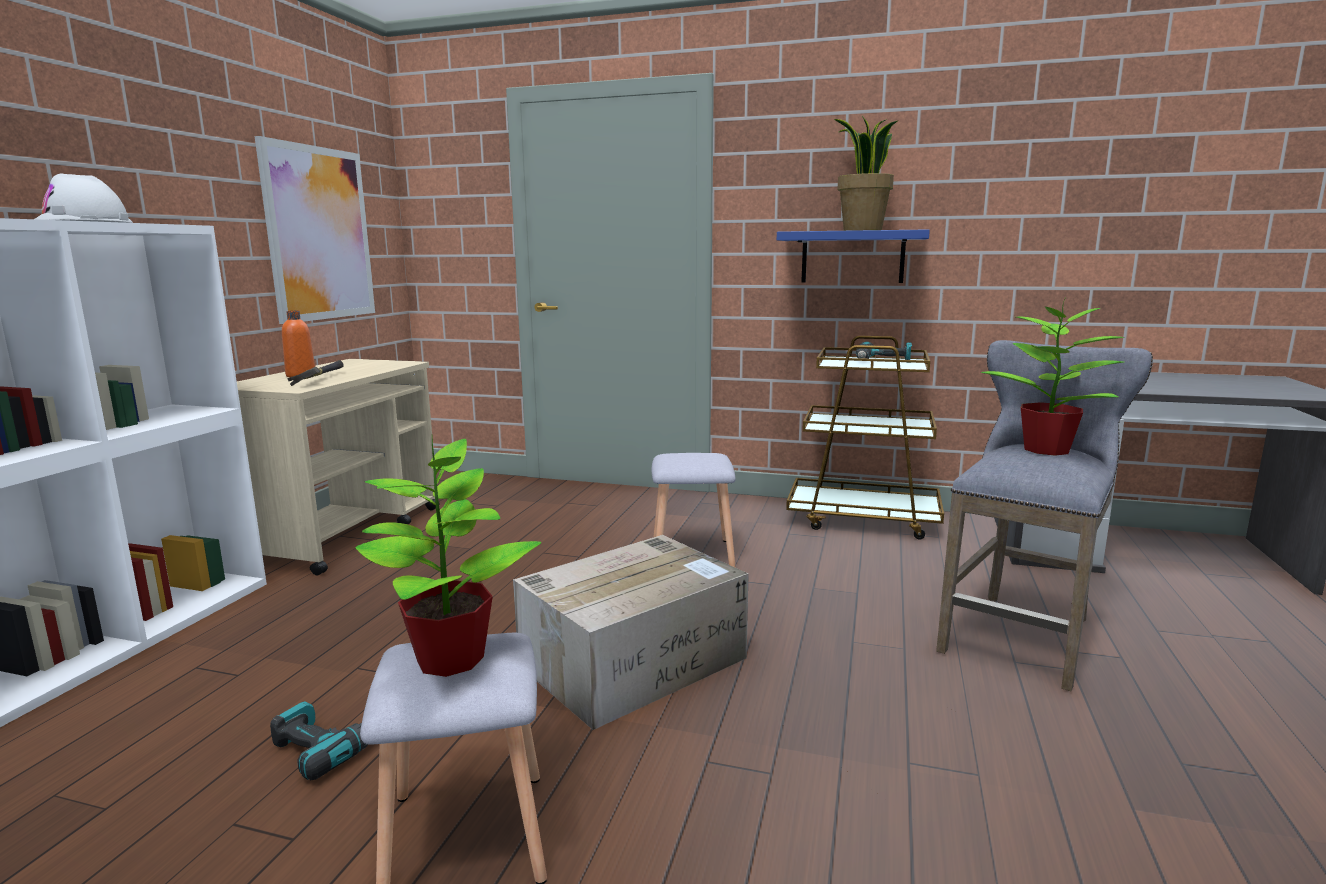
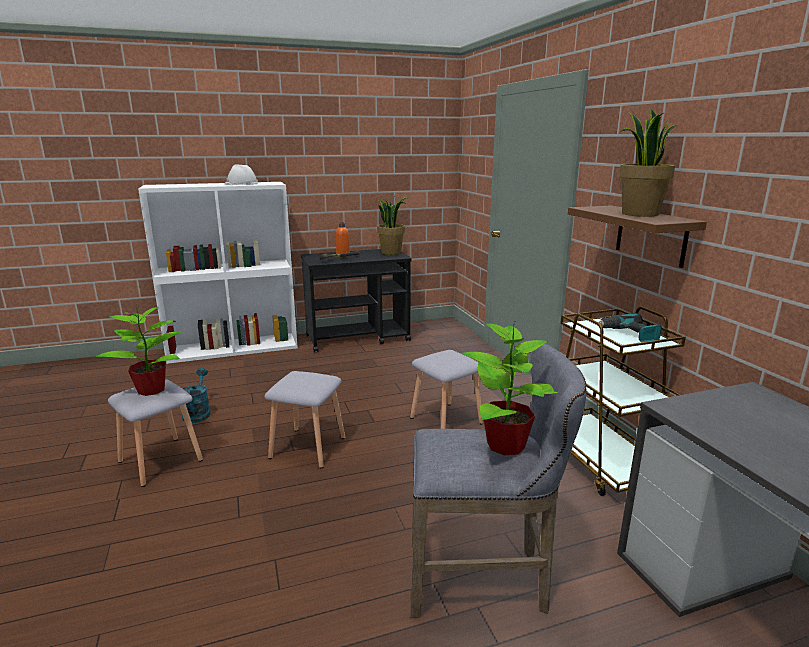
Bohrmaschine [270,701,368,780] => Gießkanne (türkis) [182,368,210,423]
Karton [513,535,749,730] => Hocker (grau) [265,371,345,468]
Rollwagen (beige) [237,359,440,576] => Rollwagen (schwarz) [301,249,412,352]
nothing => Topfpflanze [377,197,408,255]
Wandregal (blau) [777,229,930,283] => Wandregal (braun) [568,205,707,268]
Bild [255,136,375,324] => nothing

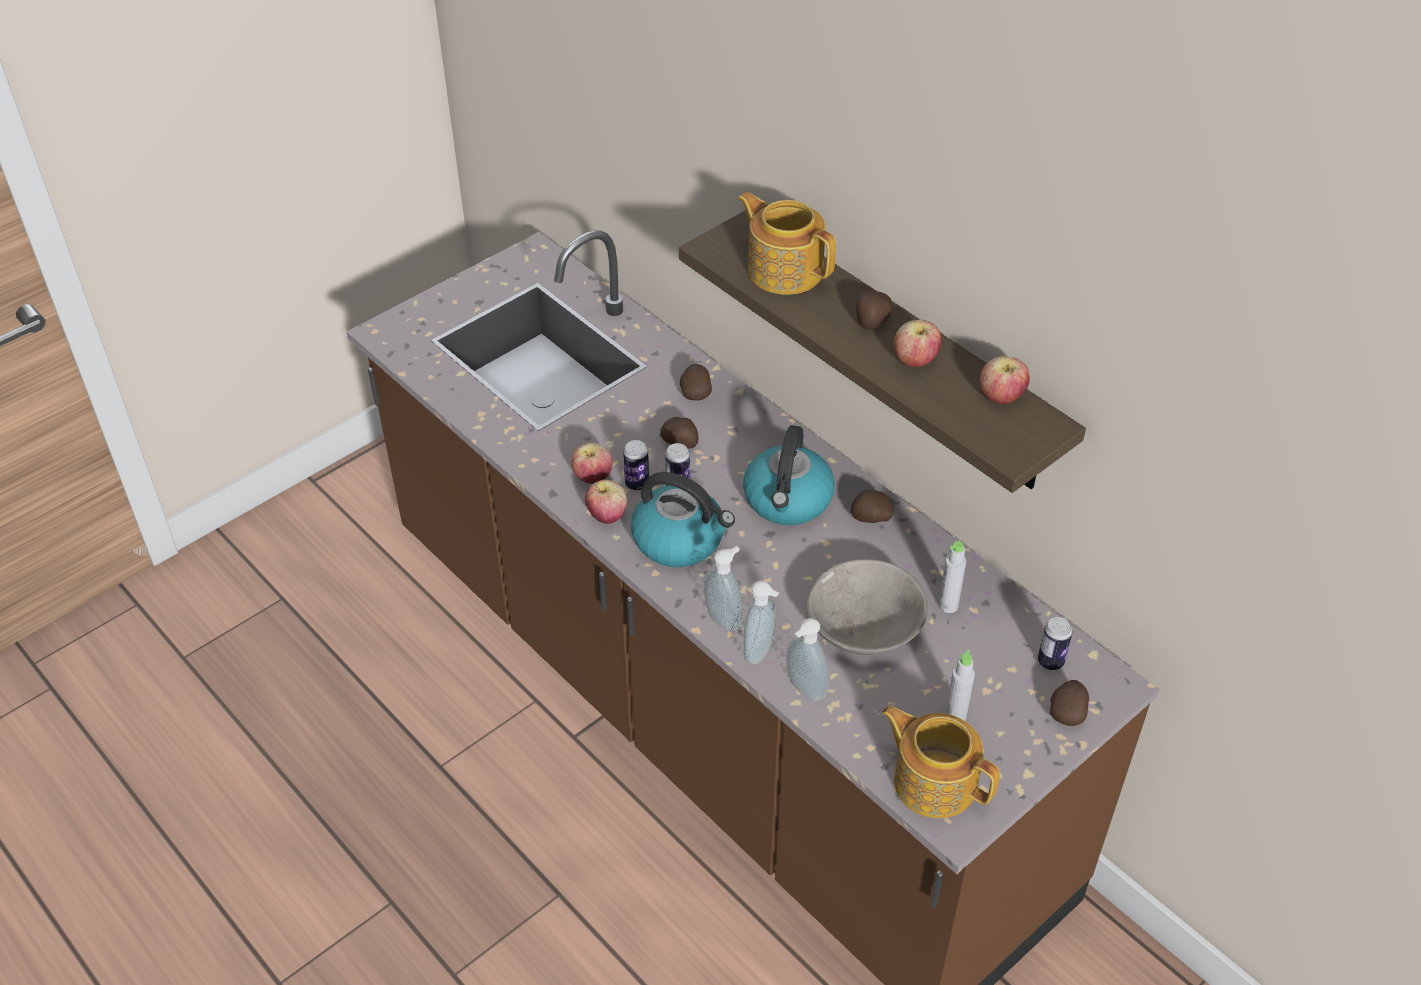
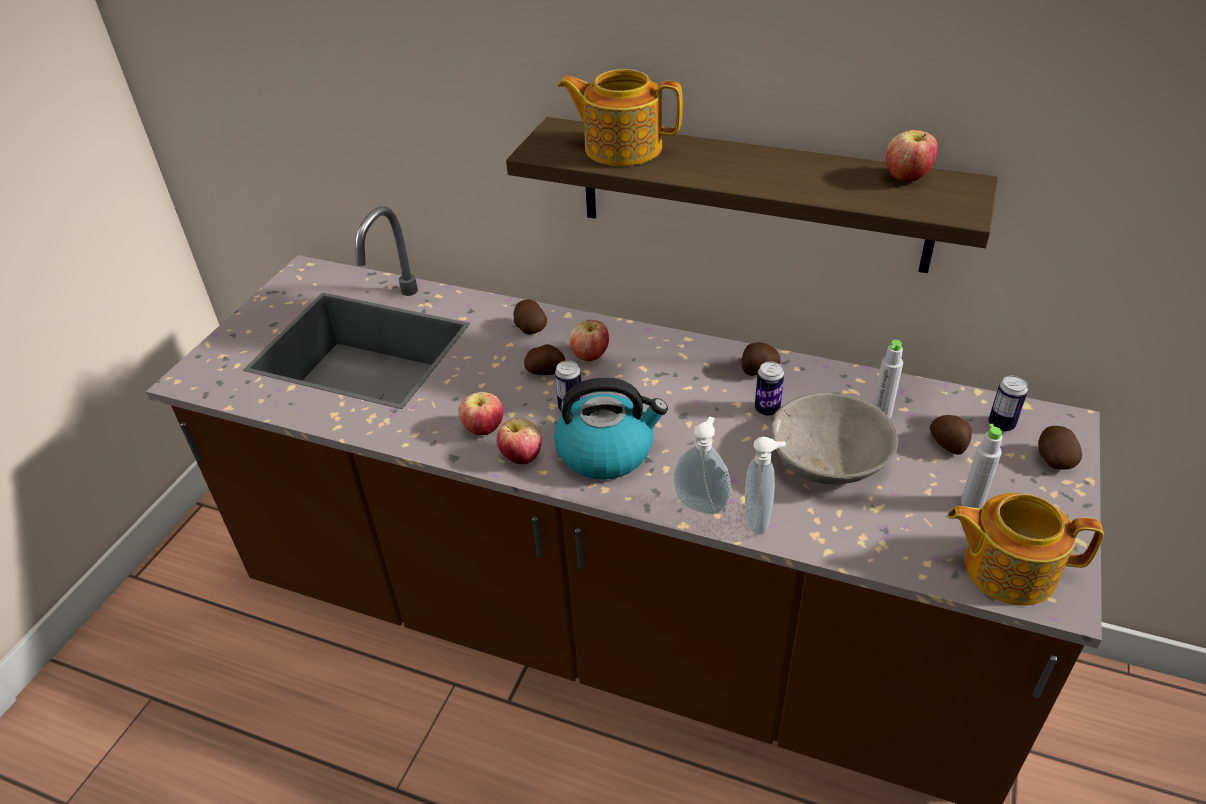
Apfel [894,319,942,367] => Apfel [570,320,609,361], moved
Dose [623,440,649,491] => Dose [755,361,784,416], moved
Kartoffel [856,290,892,330] => Kartoffel [930,415,972,455], moved
Wasserkessel [743,425,835,525] => nothing
Seifenspender [786,618,829,702] => nothing

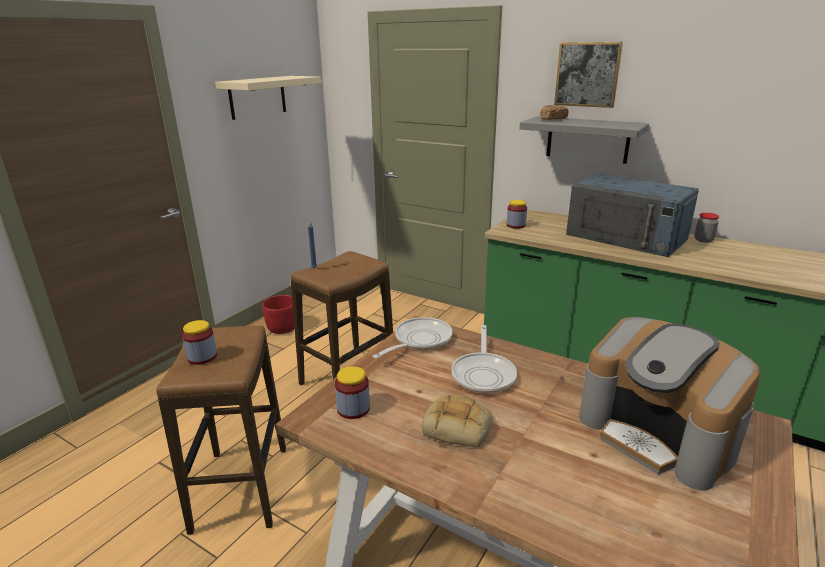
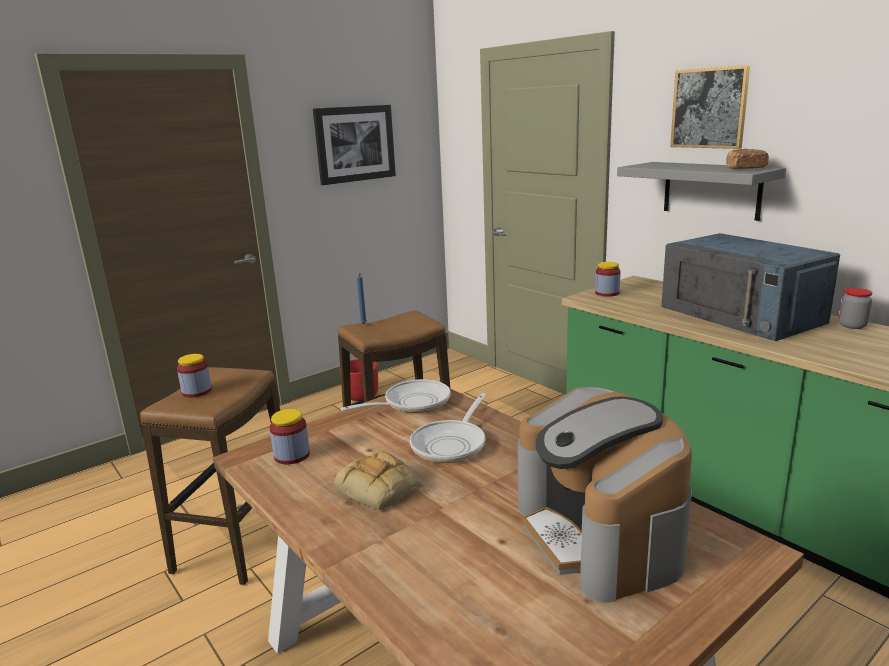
Wandregal (beige) [215,76,322,120] => Bild [313,105,396,185]
Brot [540,105,568,120] => Brot [726,149,769,169], moved

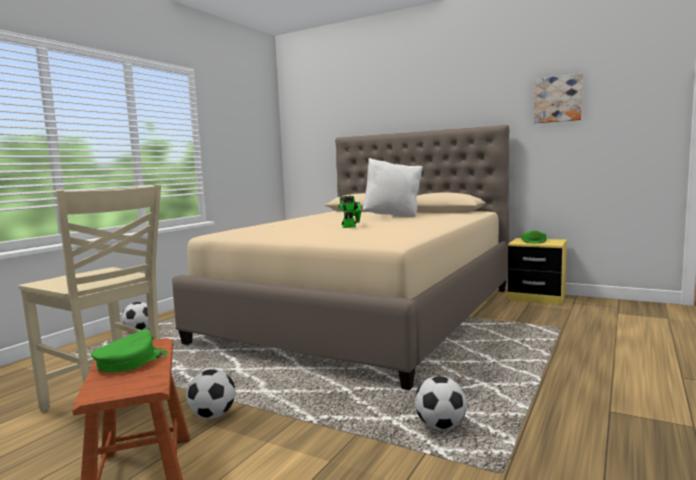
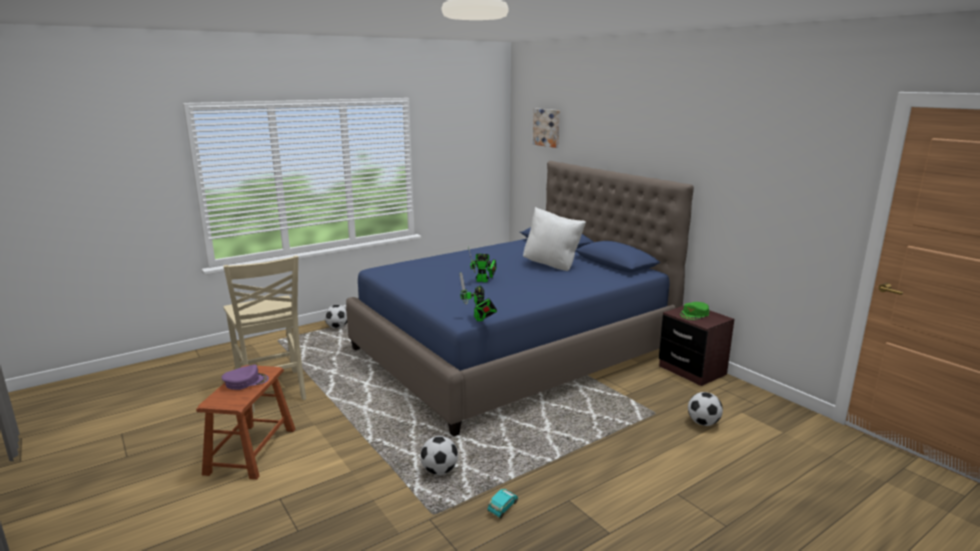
Kappe (grün) [91,329,168,372] => Kappe (lila) [222,364,269,390]
Bett (beige) [172,125,509,390] => Bett (blau) [346,161,694,437]
nothing => Spielzeugroboter [460,272,497,322]
nothing => Spielzeugauto (türkis) [487,489,518,519]
Bild [534,73,583,123] => Bild [533,109,560,148], moved
Nachttisch (gelb) [508,238,567,305] => Nachttisch (braun) [659,306,734,386]
Fußball [186,369,236,419] => Fußball [688,392,723,426], moved

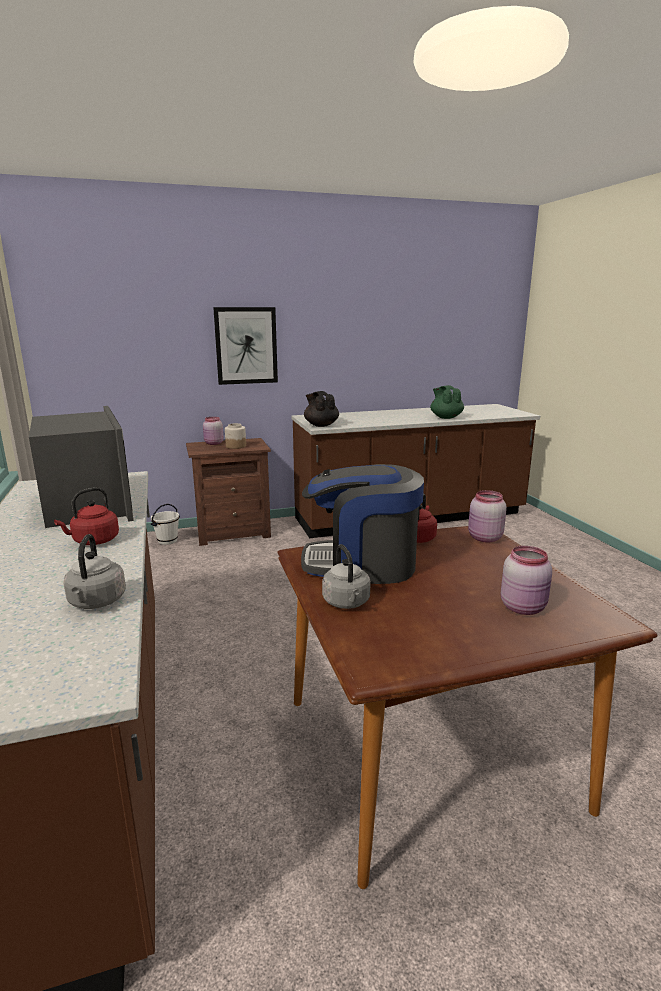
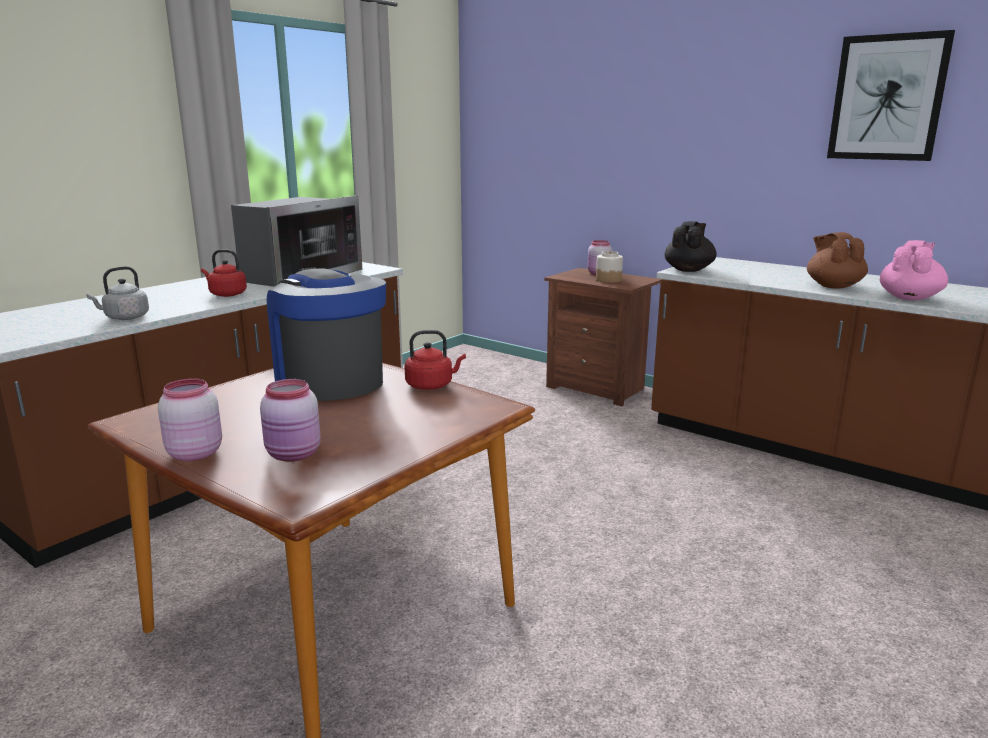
Vorratsglas (rosa) [468,490,507,543] => Vorratsglas (rosa) [158,379,222,461], moved
nothing => Teekanne (braun) [807,232,868,289]
Bild [213,307,278,385] => Bild [827,30,955,161], moved
Teekanne (grün) [430,385,464,419] => Teekanne (rosa) [880,240,948,300]
Eimer (weiß) [151,504,180,545] => nothing
Wasserkessel (grau) [322,544,371,609] => nothing

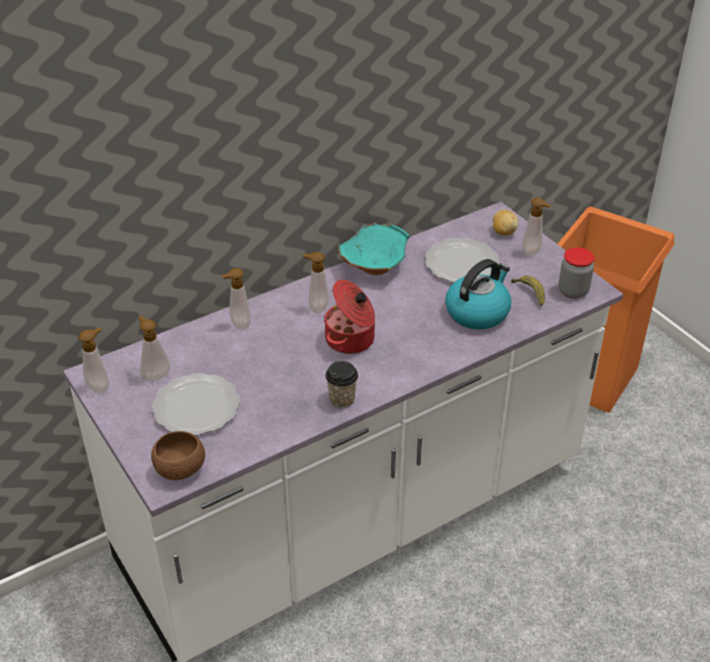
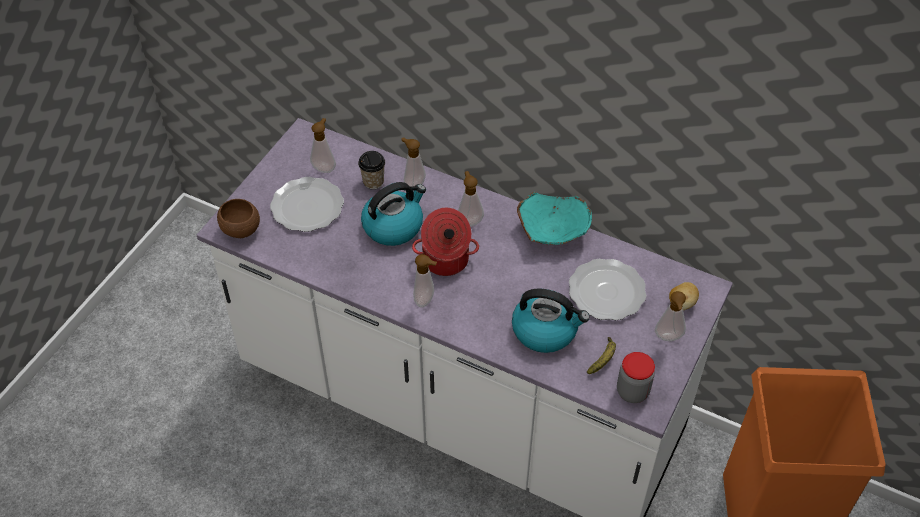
Tasse [325,361,358,408] => Tasse [358,151,385,189], moved
nothing => Wasserkessel [361,182,426,246]
Seifenspender [79,327,109,394] => Seifenspender [413,254,437,307], moved

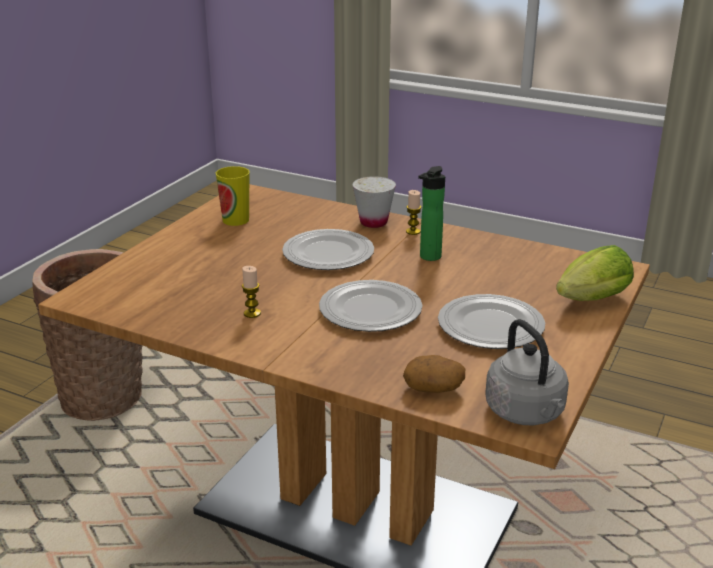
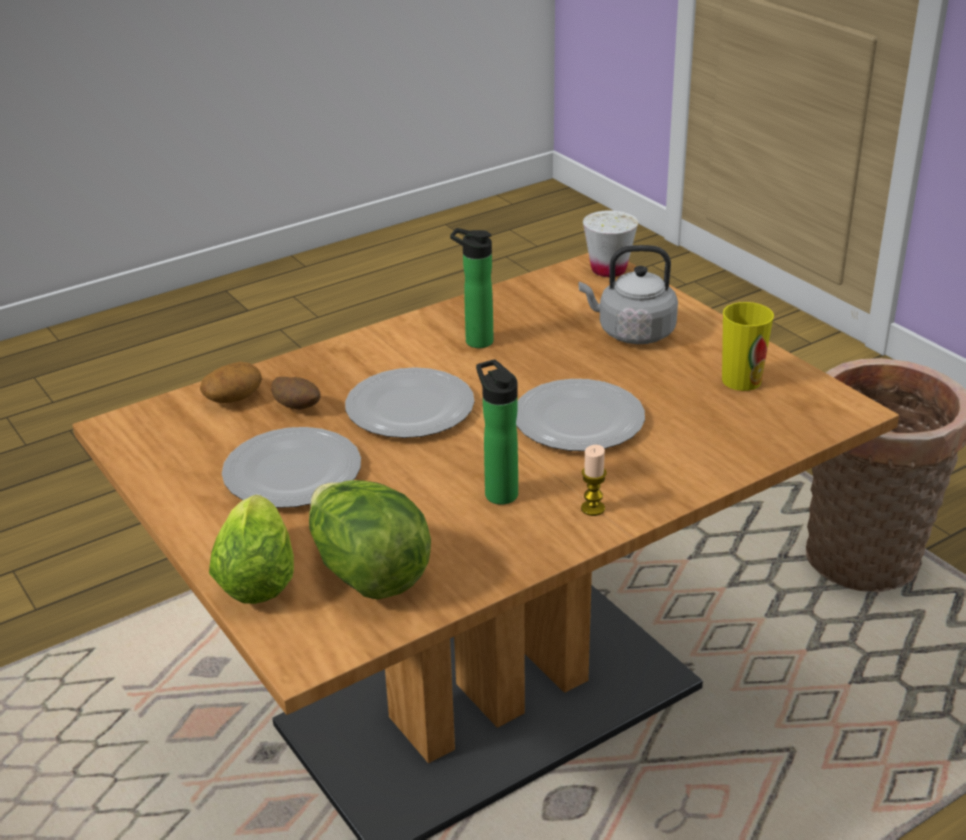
nothing => Kartoffel [271,377,321,410]
nothing => Salatkopf [309,480,431,600]
Kerze [242,266,261,318] => Flasche [450,228,494,348]
Wasserkessel (grau) [485,319,569,425] => Wasserkessel (grau) [579,245,678,344], moved
Tasse (weiß) [353,176,396,228] => Tasse (weiß) [583,210,638,277], moved

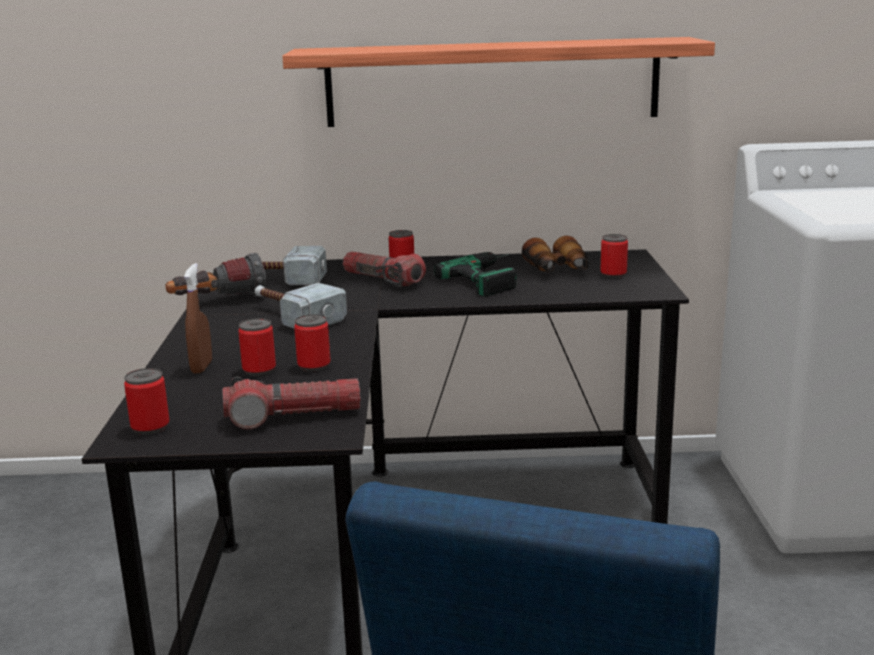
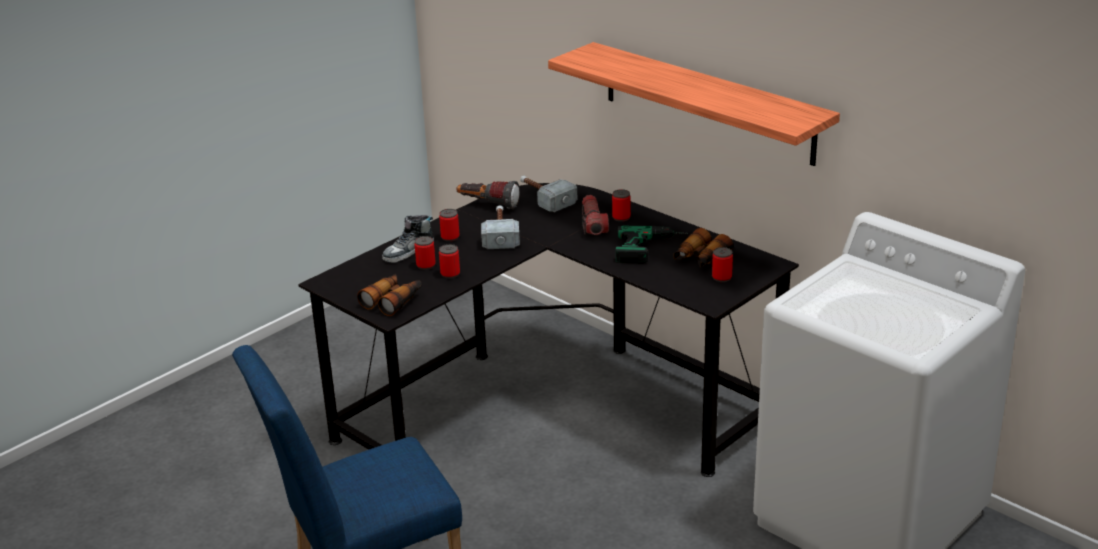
Taschenlampe [222,377,361,429] => Fernglas [357,274,422,316]
Sprühflasche (braun) [184,263,212,373] => Schuh [382,215,434,263]
Dose [124,368,170,435] => Dose [439,209,460,242], moved

